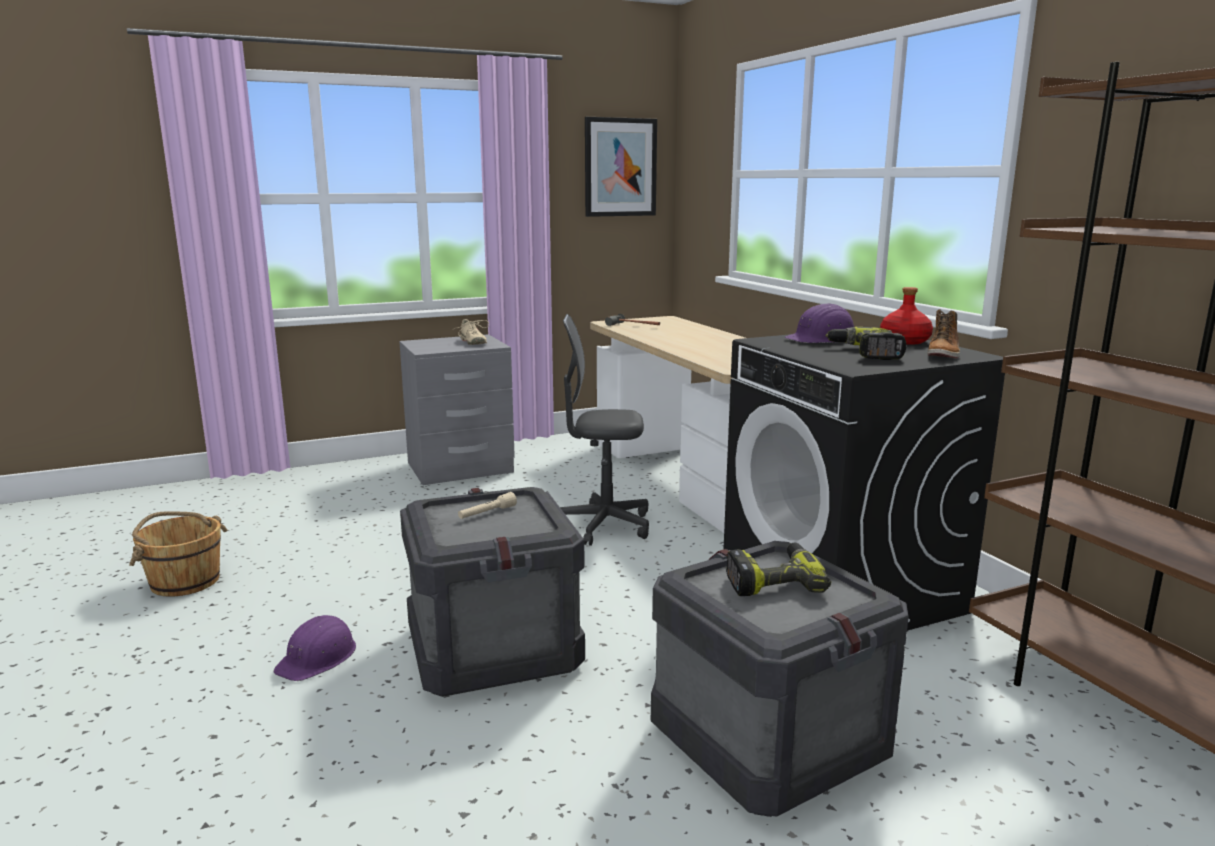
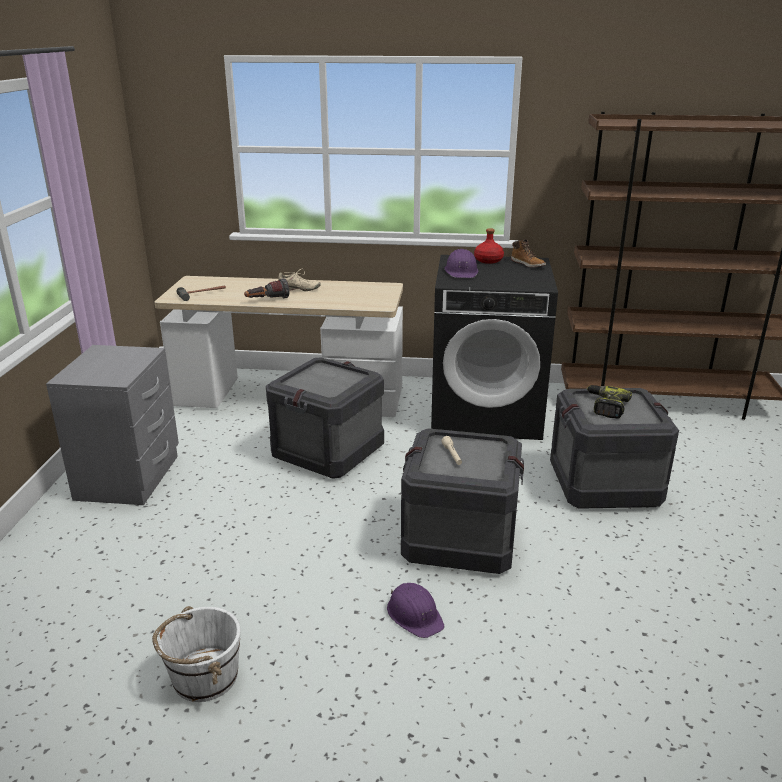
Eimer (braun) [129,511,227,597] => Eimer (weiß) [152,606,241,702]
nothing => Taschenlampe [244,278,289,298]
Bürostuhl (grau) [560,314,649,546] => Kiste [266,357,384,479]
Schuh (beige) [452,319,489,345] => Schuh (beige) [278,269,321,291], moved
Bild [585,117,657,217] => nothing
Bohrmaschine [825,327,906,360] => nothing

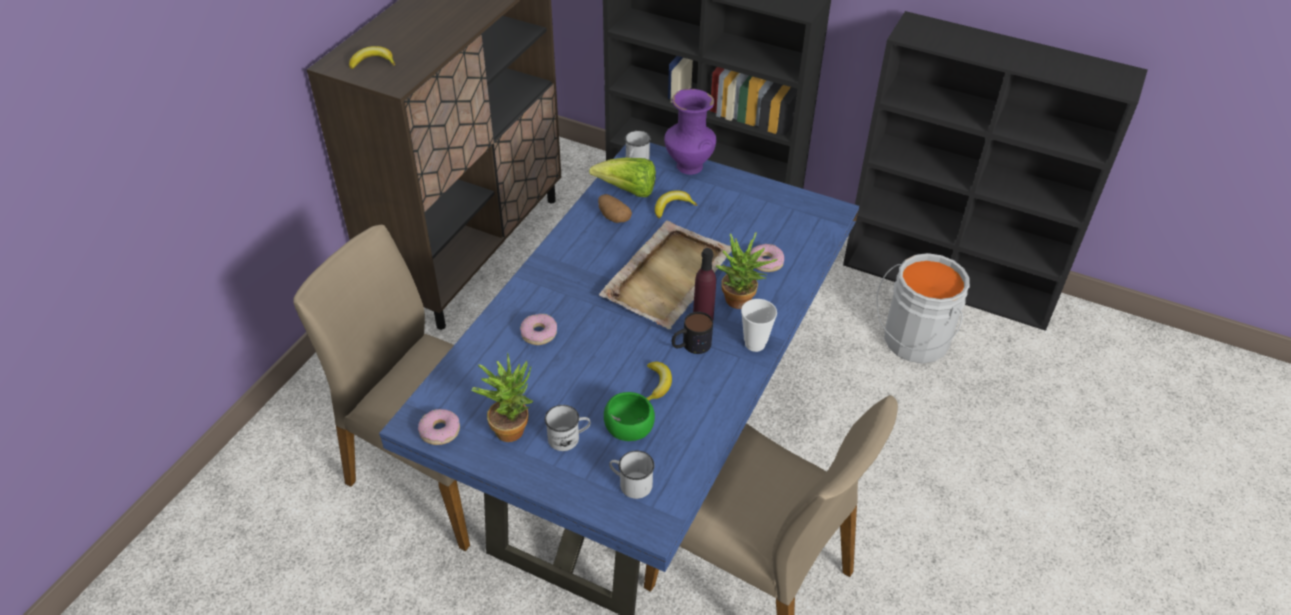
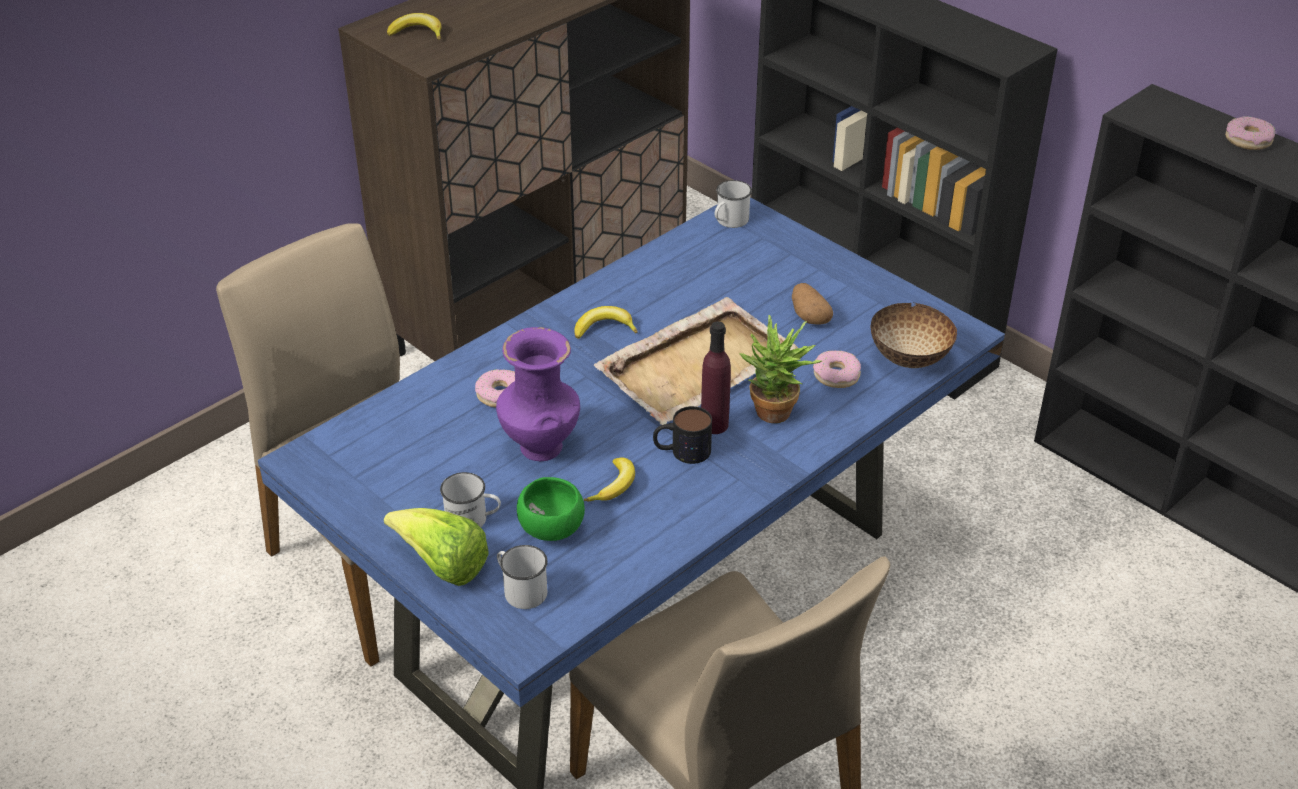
Salatkopf [589,158,656,197] => Salatkopf [384,508,489,586], moved
Vase (lila) [664,89,716,175] => Vase (lila) [496,327,580,461], moved
Banane [655,190,697,218] => Banane [574,306,638,339], moved
Kartoffel [598,194,632,223] => Kartoffel [792,283,833,325], moved
nothing => Schüssel [871,303,957,368]
Donut [418,409,460,445] => Donut [1225,116,1275,150], moved
Topfpflanze [471,353,533,442] => nothing
Tasse [741,299,777,352] => nothing
Eimer (grau) [876,253,970,363] => nothing

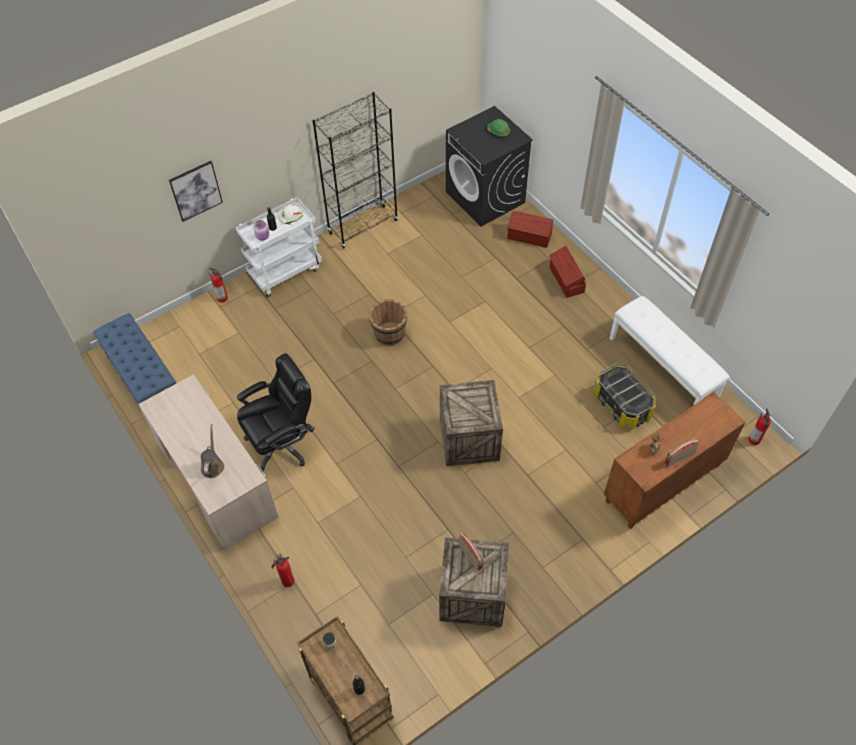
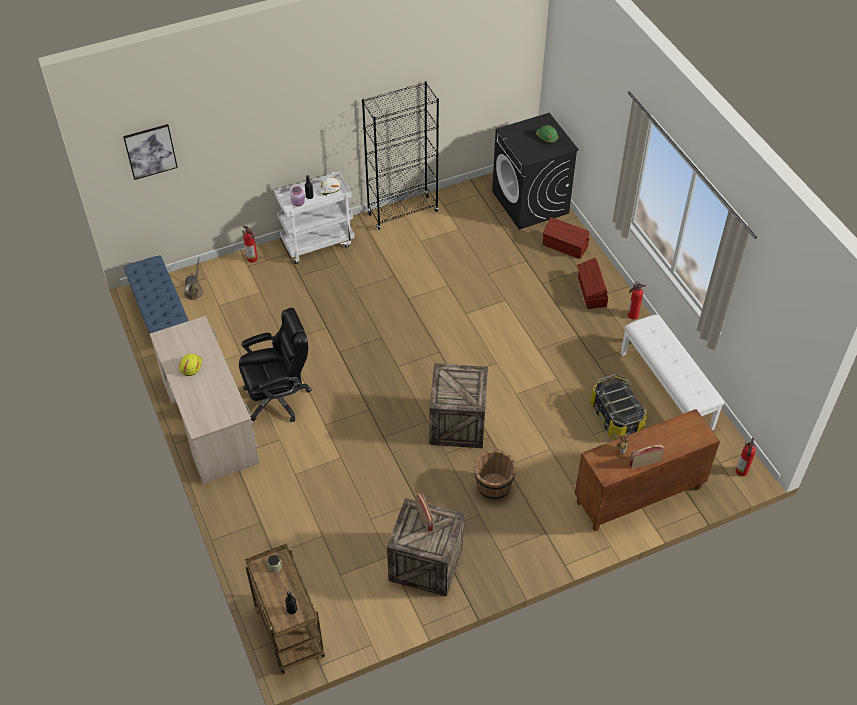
Bild [169,161,223,222] => Bild [123,124,178,180], moved
nothing => Schutzhelm (gelb) [179,353,202,376]
Gießkanne (braun) [201,424,224,478] => Gießkanne (braun) [184,257,203,300], moved
Eimer (braun) [369,299,407,346] => Eimer (braun) [474,450,516,501], moved
Feuerlöscher [272,554,295,587] => Feuerlöscher [628,281,646,319], moved

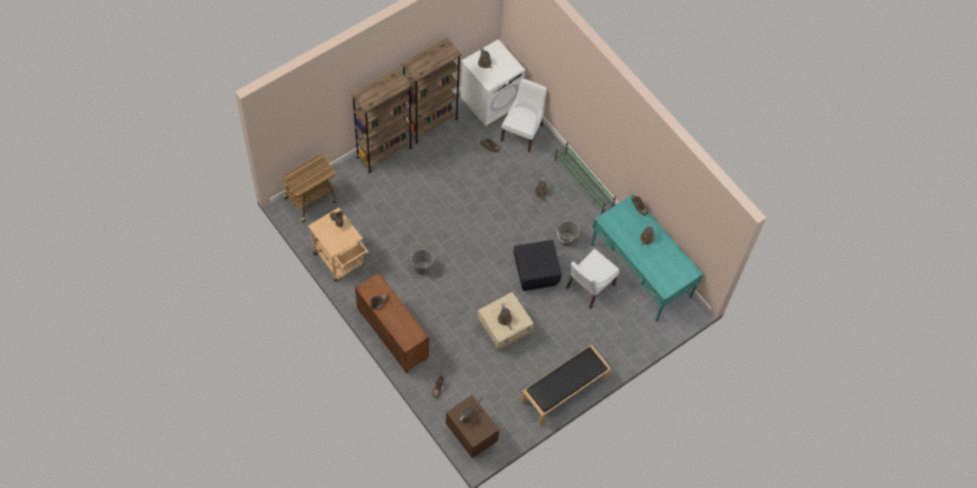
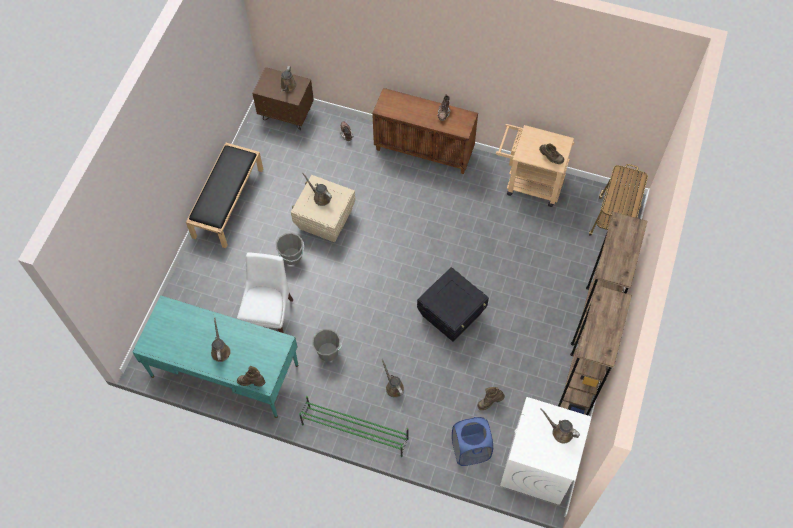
Eimer (grau) [411,249,434,275] => Eimer (grau) [276,233,304,265], moved
Aufbewahrungsbox (schwarz) [514,240,562,291] => Aufbewahrungsbox (schwarz) [417,267,489,342], moved
Stuhl (weiß) [501,78,547,153] => Wäschekorb (blau) [452,417,493,466]

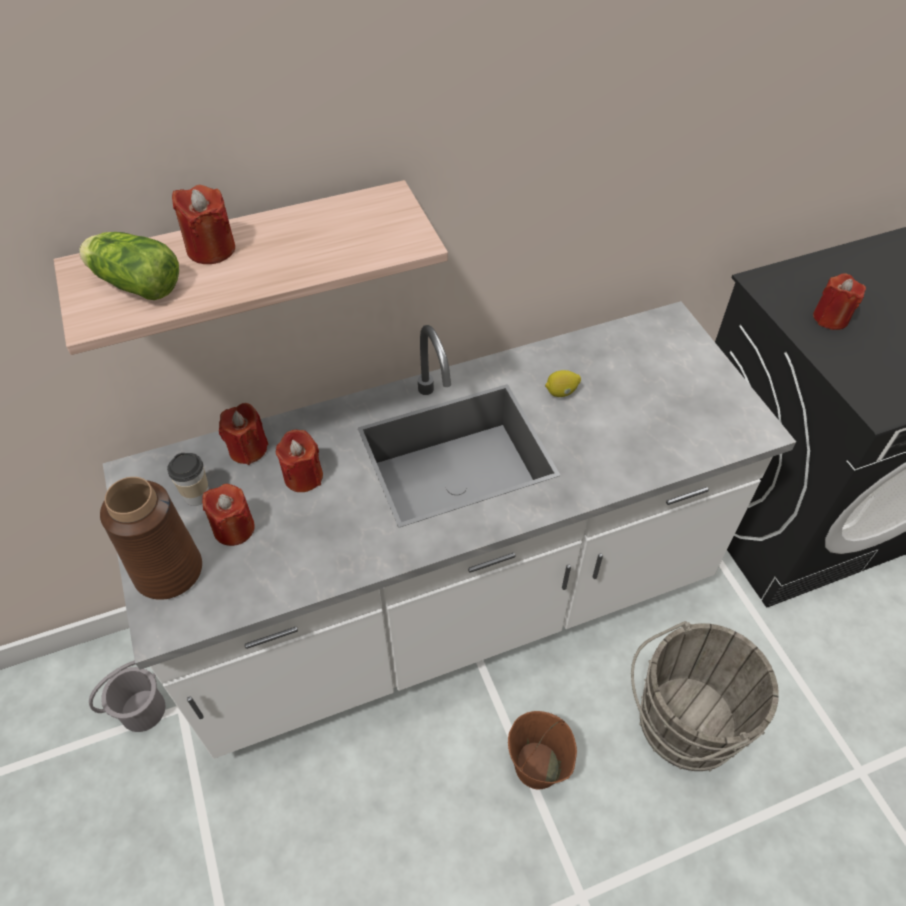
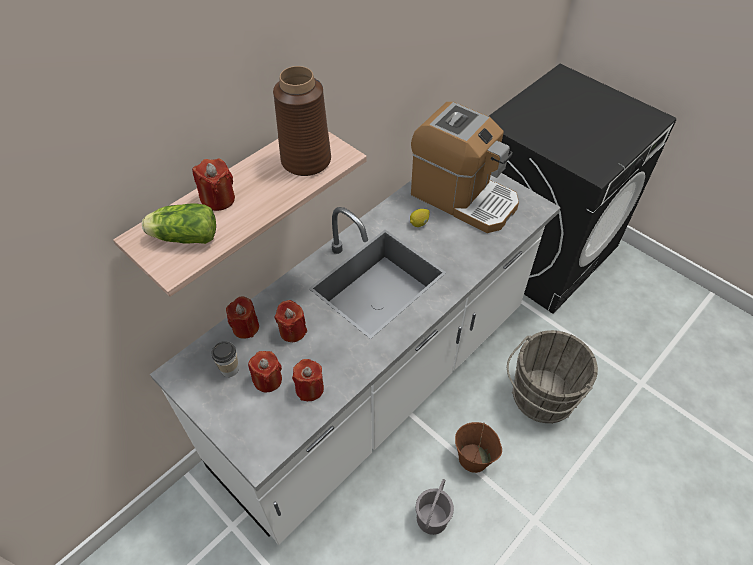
Vase (braun) [100,477,202,600] => Vase (braun) [273,66,331,176], moved
Kerze (rot) [813,273,866,330] => Kerze (rot) [292,359,324,401], moved
nothing => Kaffeemaschine [411,102,519,233]
Eimer (grau) [89,661,165,732] => Eimer (grau) [416,479,454,535], moved

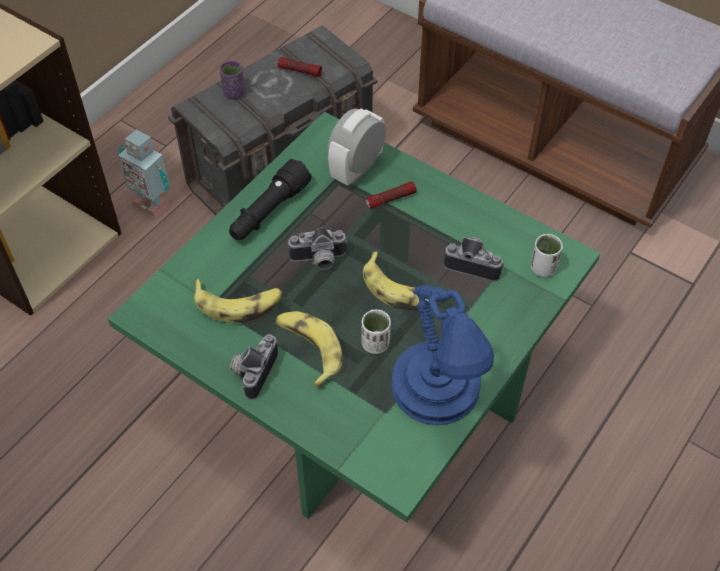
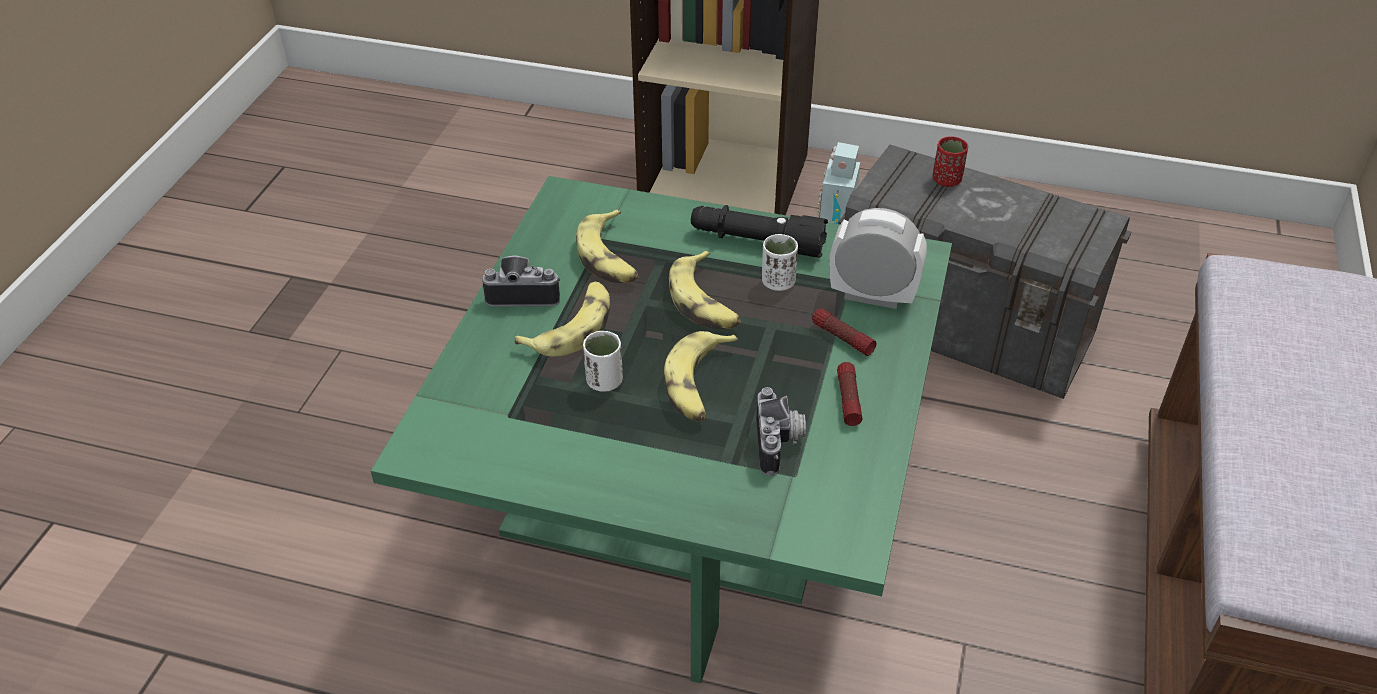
Kamera [288,227,348,270] => Banane [669,251,741,329]
Tasse (weiß) [531,234,563,277] => Tasse (weiß) [762,234,798,291], moved
Taschenlampe [278,57,322,77] => Taschenlampe [837,362,863,426], moved
Tasse (lila) [220,61,246,99] => Tasse (rot) [933,136,968,187]
Tischlampe (blau) [391,285,494,425] => nothing

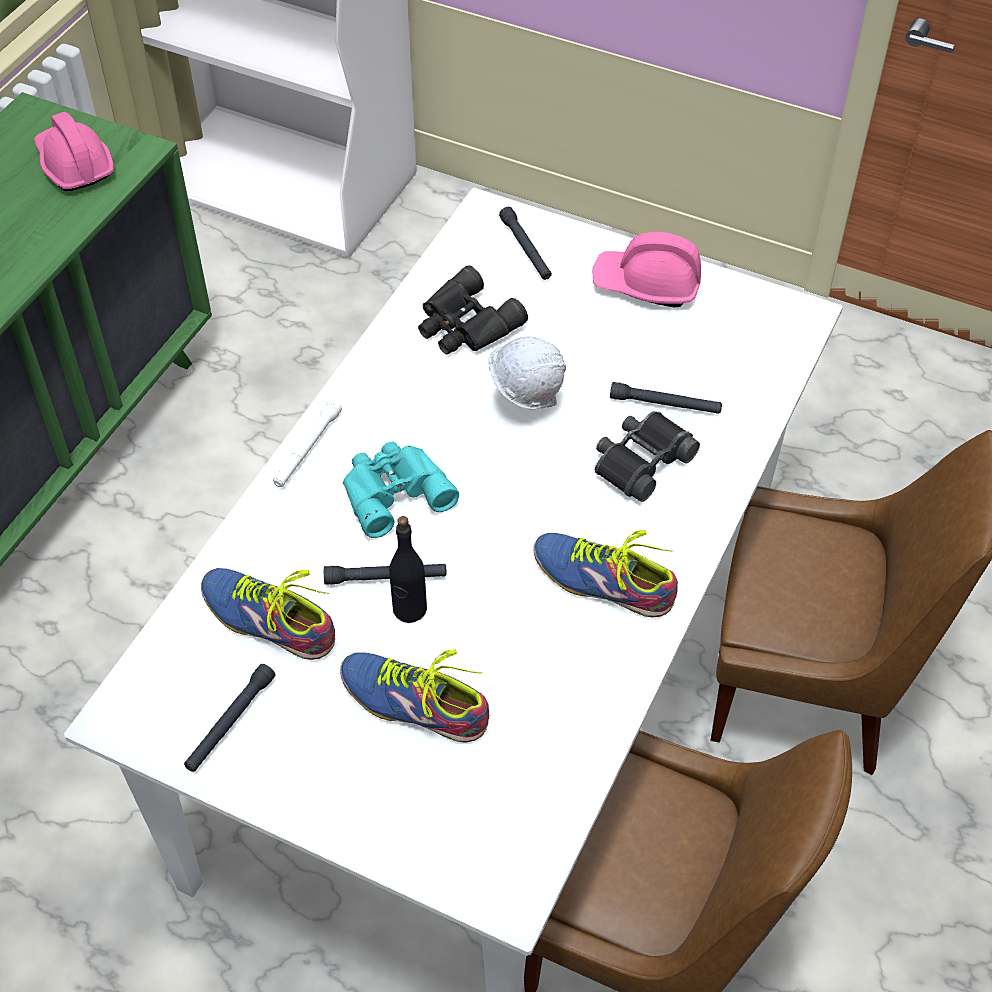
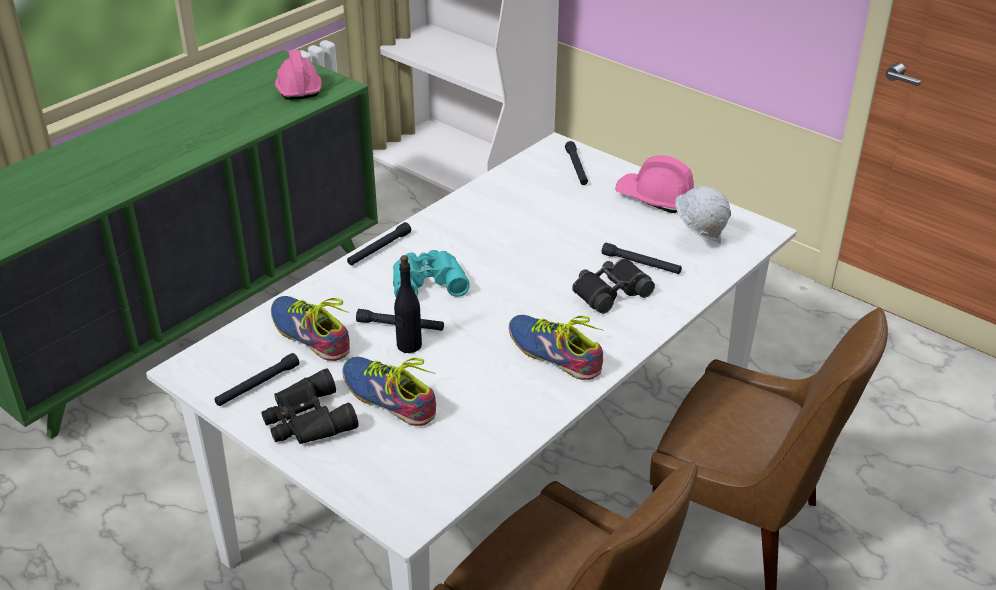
Fernglas (schwarz) [418,265,528,355] => Fernglas (schwarz) [261,368,358,444], moved
Taschenlampe (weiß) [273,399,342,487] => Taschenlampe (schwarz) [347,222,411,265]
Schutzhelm (weiß) [488,337,566,409] => Schutzhelm (weiß) [675,186,731,244], moved

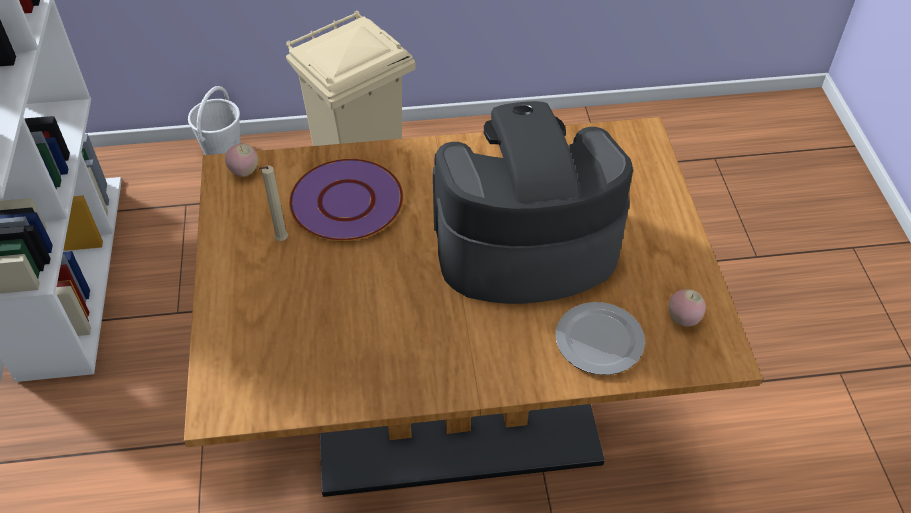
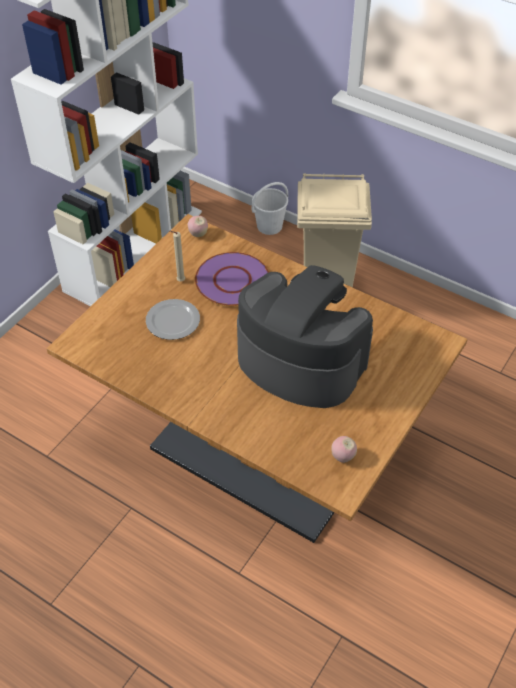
Teller [556,302,645,375] => Teller [146,299,200,340], moved

